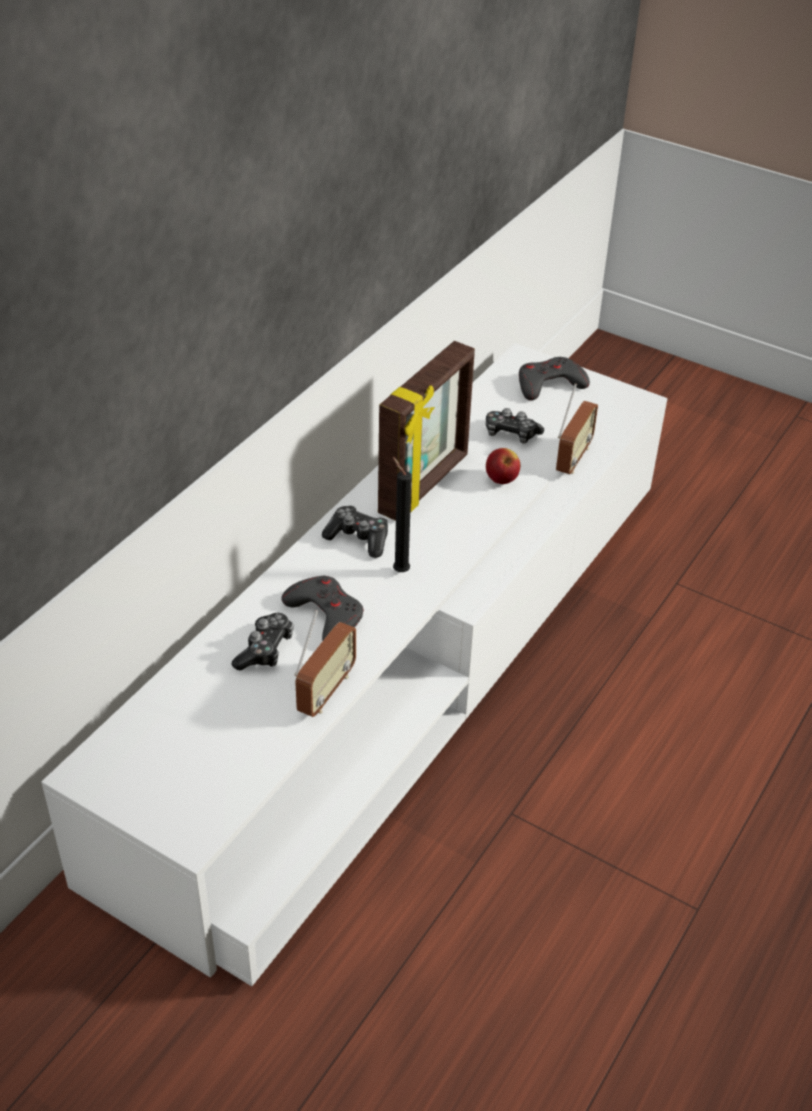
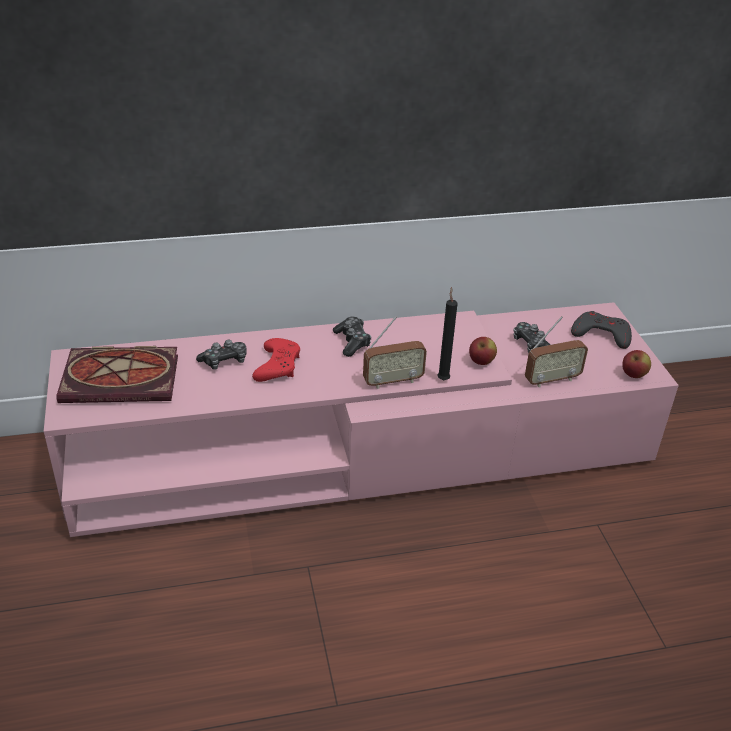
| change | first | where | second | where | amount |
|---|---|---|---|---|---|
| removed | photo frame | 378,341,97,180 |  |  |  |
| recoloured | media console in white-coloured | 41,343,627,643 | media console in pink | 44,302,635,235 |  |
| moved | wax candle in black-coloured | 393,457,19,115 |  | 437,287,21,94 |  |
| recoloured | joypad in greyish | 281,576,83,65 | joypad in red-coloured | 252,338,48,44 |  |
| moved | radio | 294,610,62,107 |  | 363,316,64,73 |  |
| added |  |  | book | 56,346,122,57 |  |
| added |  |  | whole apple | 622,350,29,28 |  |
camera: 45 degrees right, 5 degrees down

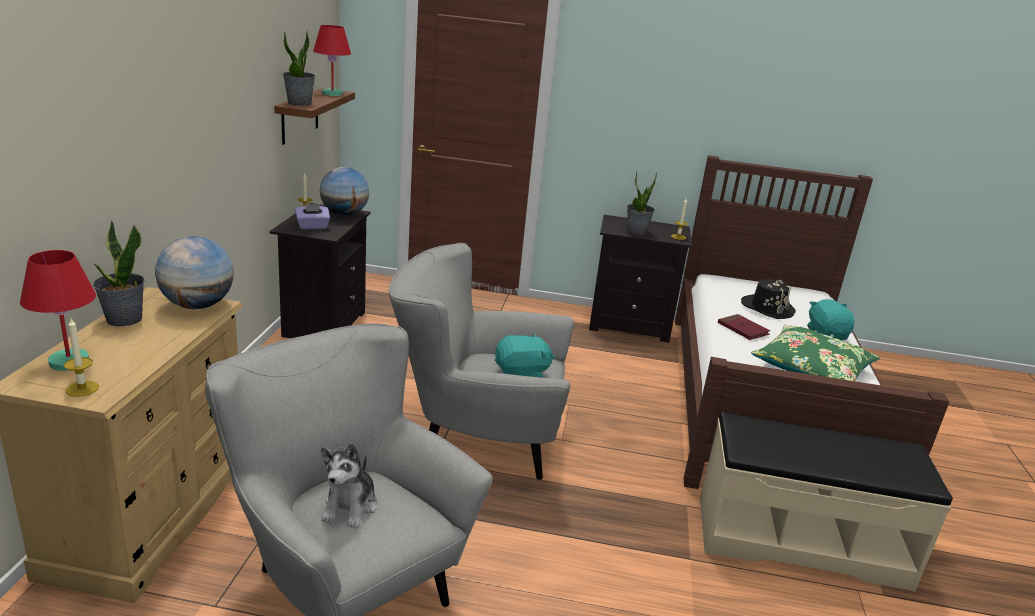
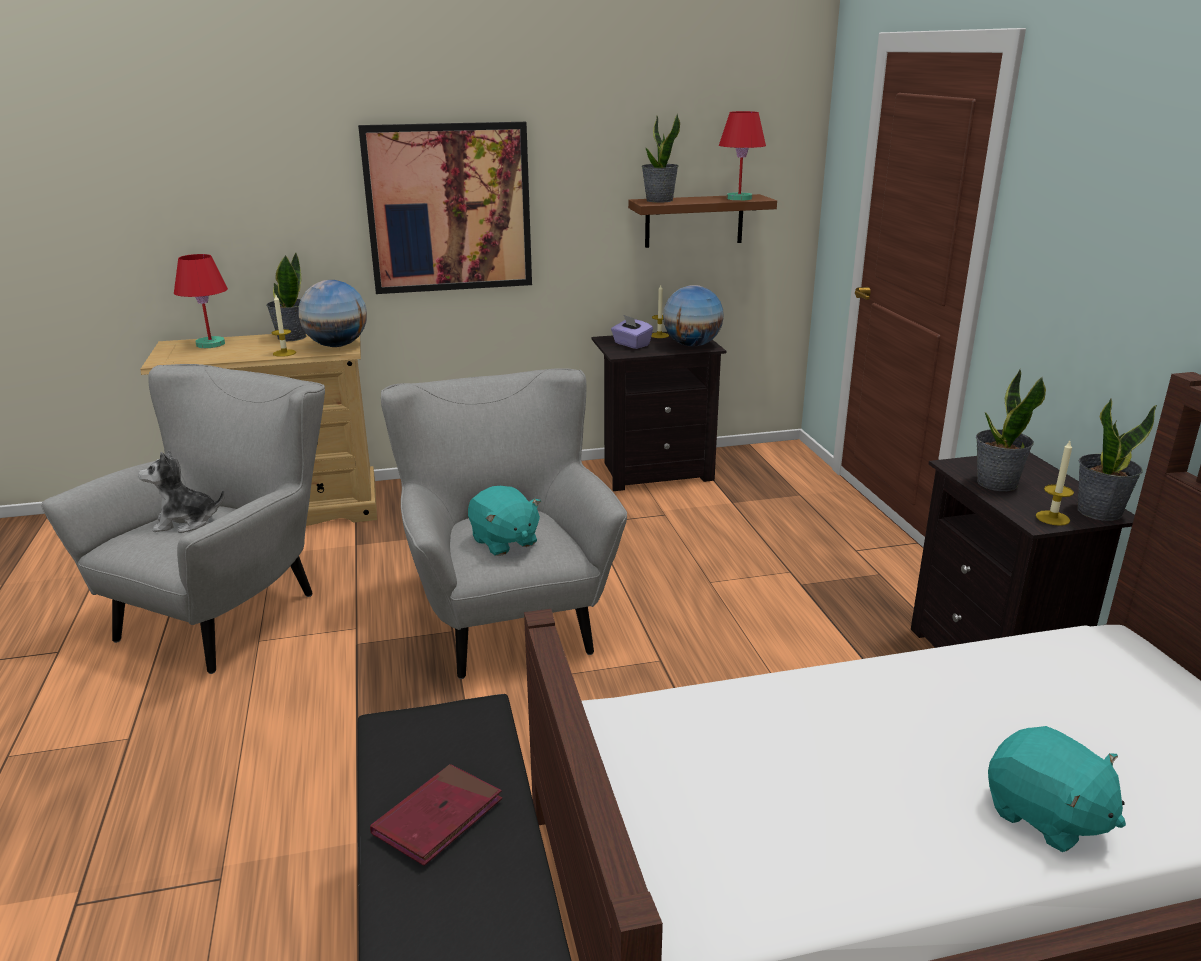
| change | first | where | second | where | amount |
|---|---|---|---|---|---|
| removed | hat in black-coloured | 741,279,55,40 |  |  |  |
| turned | soft toy in turquoise | 807,299,47,41 |  | 988,726,138,126 | 75 degrees clockwise |
| moved | book in red-coloured | 718,314,52,26 |  | 370,764,132,102 |  |
| moved | wax candle | 64,318,35,79 |  | 271,295,25,62 |  |
| removed | pillow in green-coloured | 751,325,129,56 |  |  |  |
| added |  |  | wall picture | 358,122,174,172 |  |
| added |  |  | houseplant | 1077,398,80,123 |  |
camera: 70 degrees right, 0 degrees up

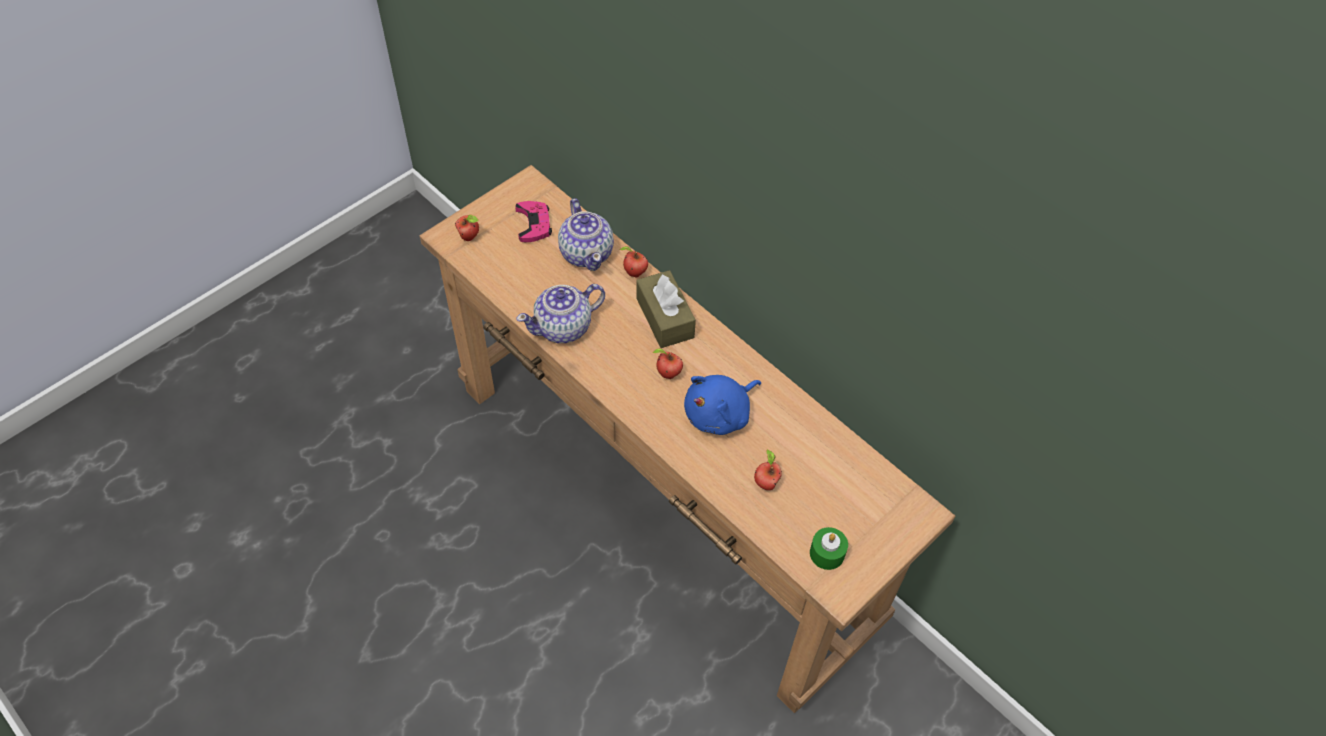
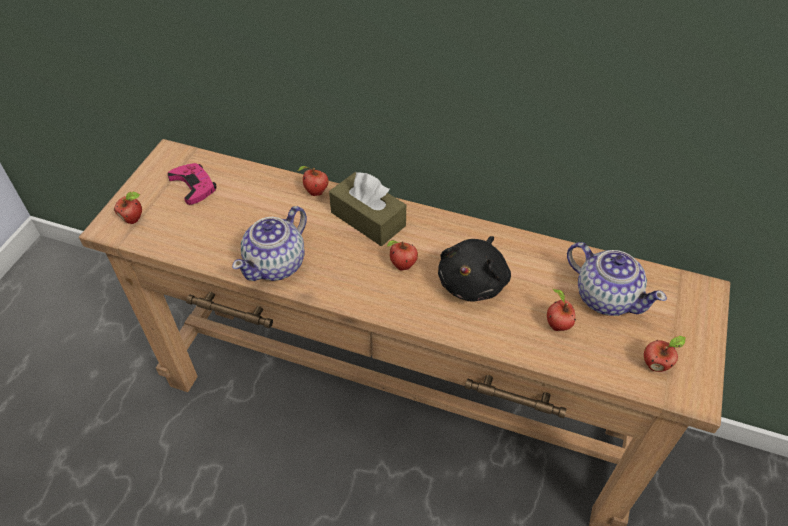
| change | first | where | second | where | amount |
|---|---|---|---|---|---|
| moved | teapot | 558,198,56,73 |  | 567,242,100,74 |  |
| recoloured | soft toy in blue | 684,375,77,60 | soft toy in black-coloured | 438,236,73,66 |  |
| replaced | wax candle in green-coloured | 810,527,38,43 | whole apple | 644,336,42,36 |  |
camera: 25 degrees left, 5 degrees down

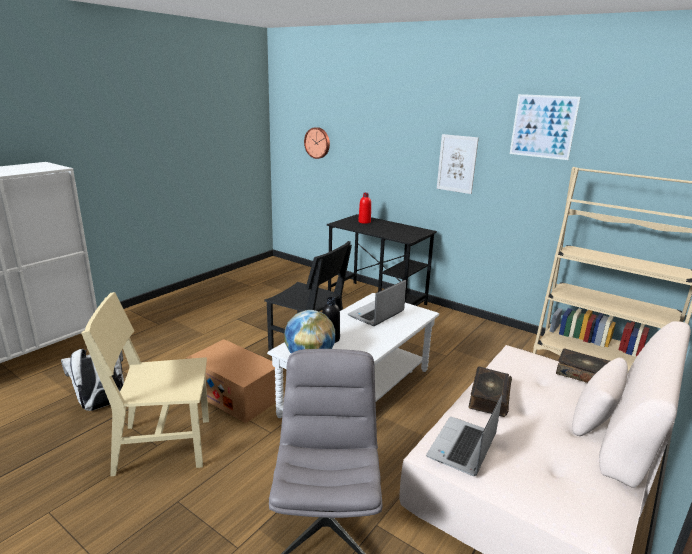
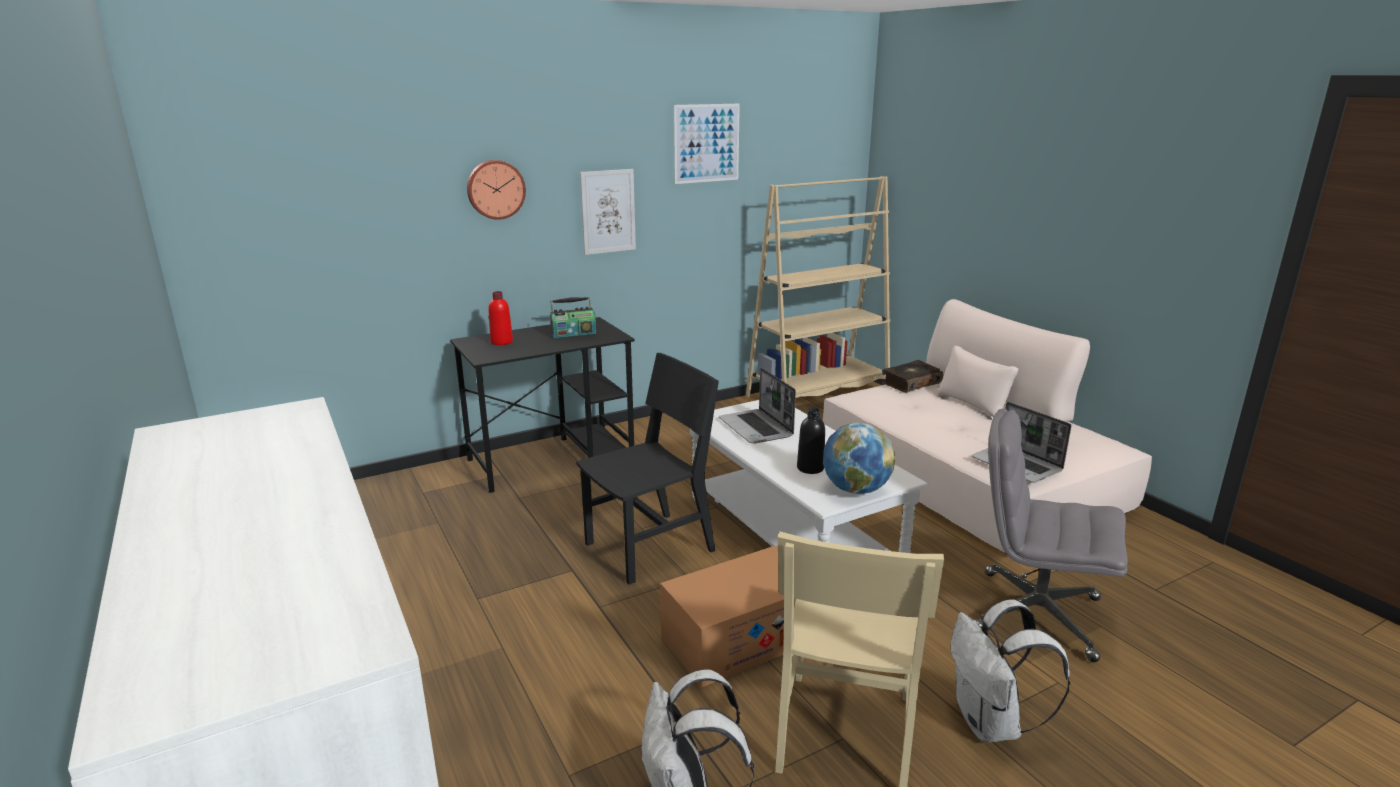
| change | first | where | second | where | amount |
|---|---|---|---|---|---|
| moved | clock on the wall | 304,127,26,32 |  | 467,160,59,60 |  |
| removed | book | 469,366,43,51 |  |  |  |
| added |  |  | radio | 550,297,46,41 |  |
| added |  |  | knapsack in white-coloured | 951,599,119,143 |  |
camera: 65 degrees left, 0 degrees up

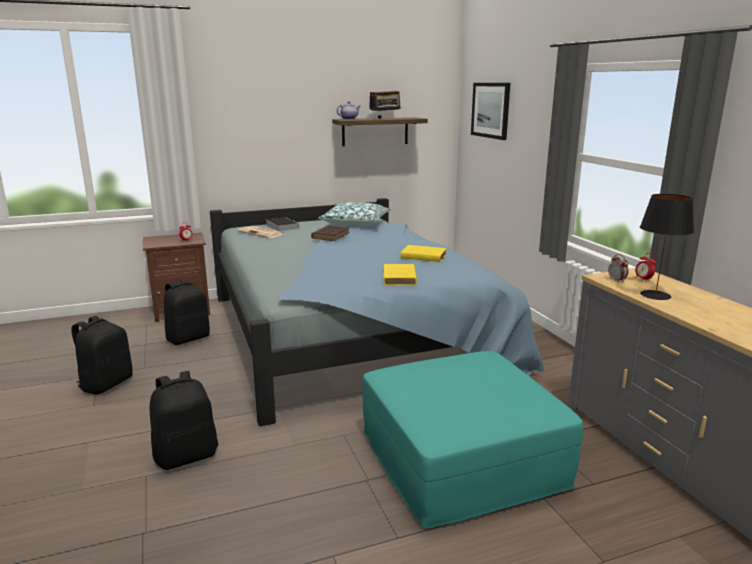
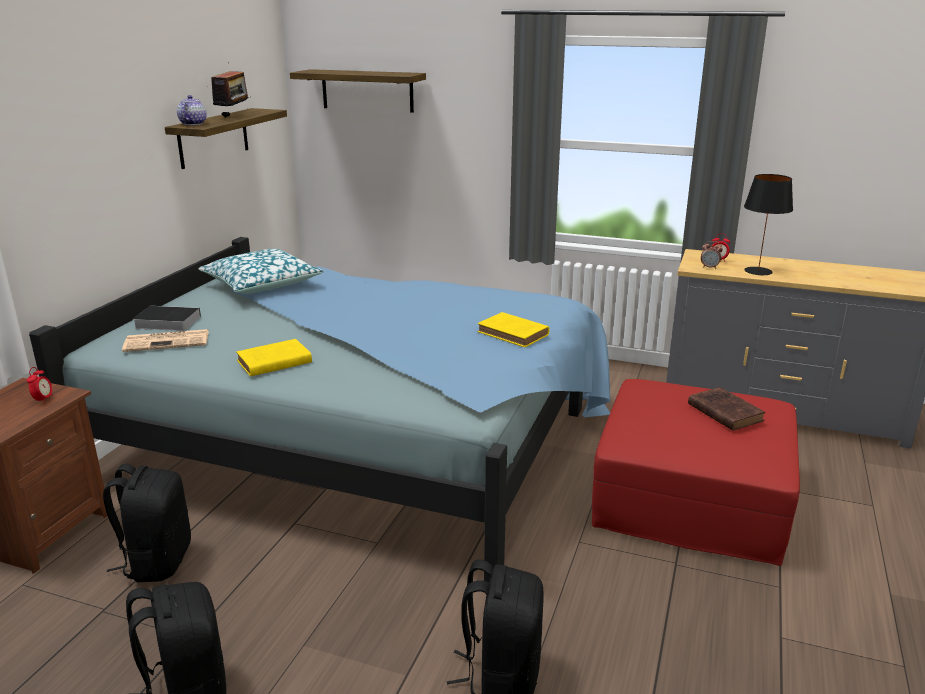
| change | first | where | second | where | amount |
|---|---|---|---|---|---|
| replaced | wall picture | 471,83,39,57 | bracket shelf | 290,69,136,44 |  |
| moved | book in brownish | 311,225,39,16 |  | 688,387,78,44 |  |
| moved | book in yellowish | 401,245,46,17 |  | 236,339,76,38 |  |
| recoloured | footrest in turquoise | 362,351,222,178 | footrest in red-coloured | 592,379,208,187 |  |
camera: 50 degrees left, 5 degrees up

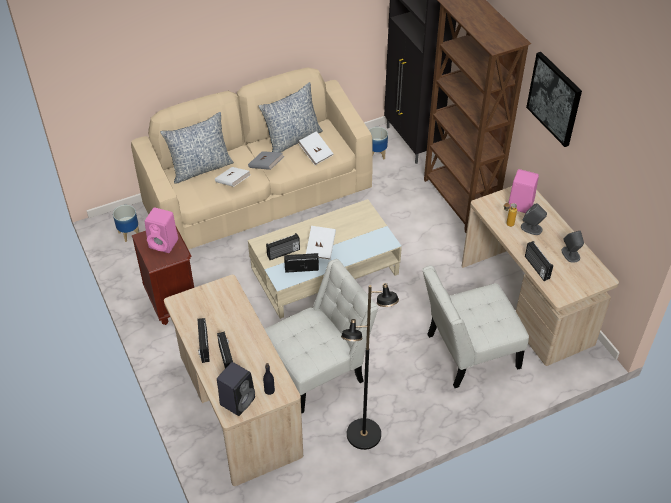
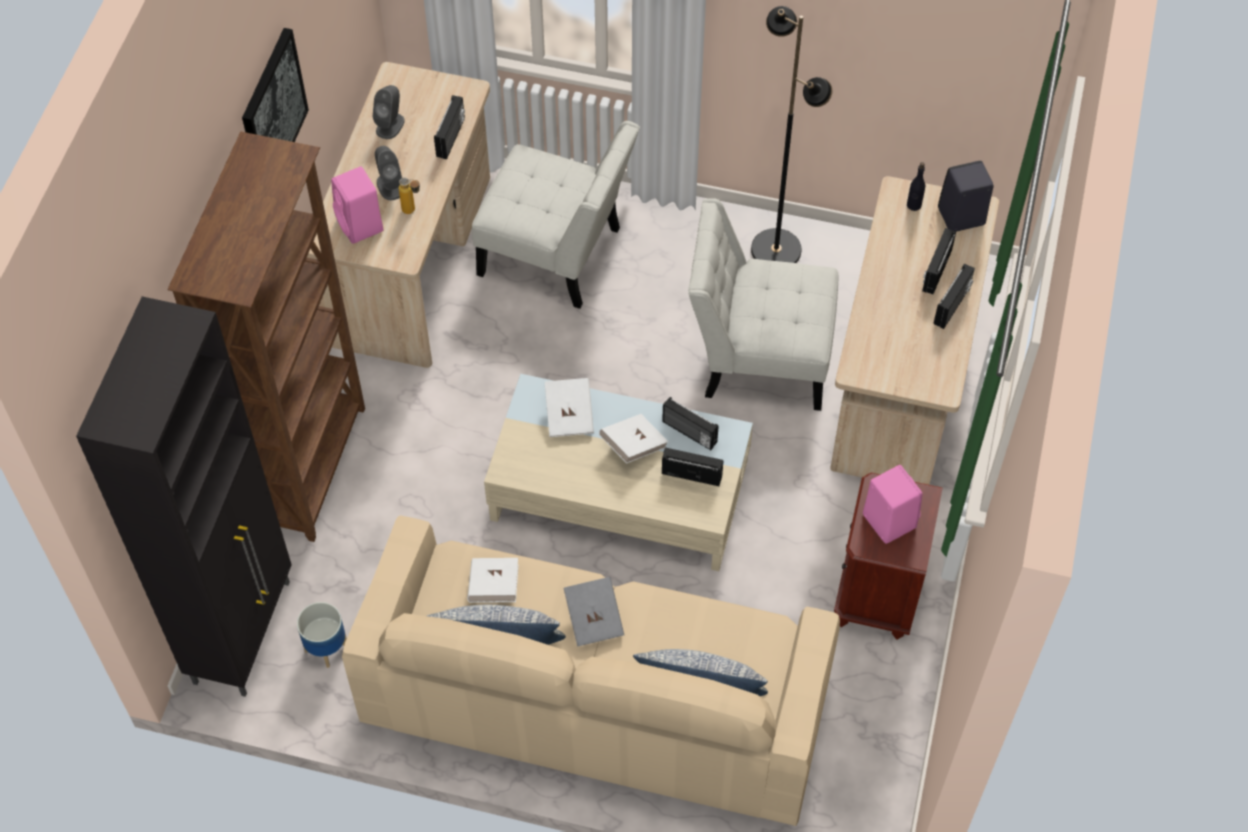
| change | first | where | second | where | amount |
|---|---|---|---|---|---|
| moved | book in white-coloured | 215,167,35,20 |  | 545,378,49,59 |  |
| removed | planter | 113,205,27,37 |  |  |  |
camera: 140 degrees left, 10 degrees up

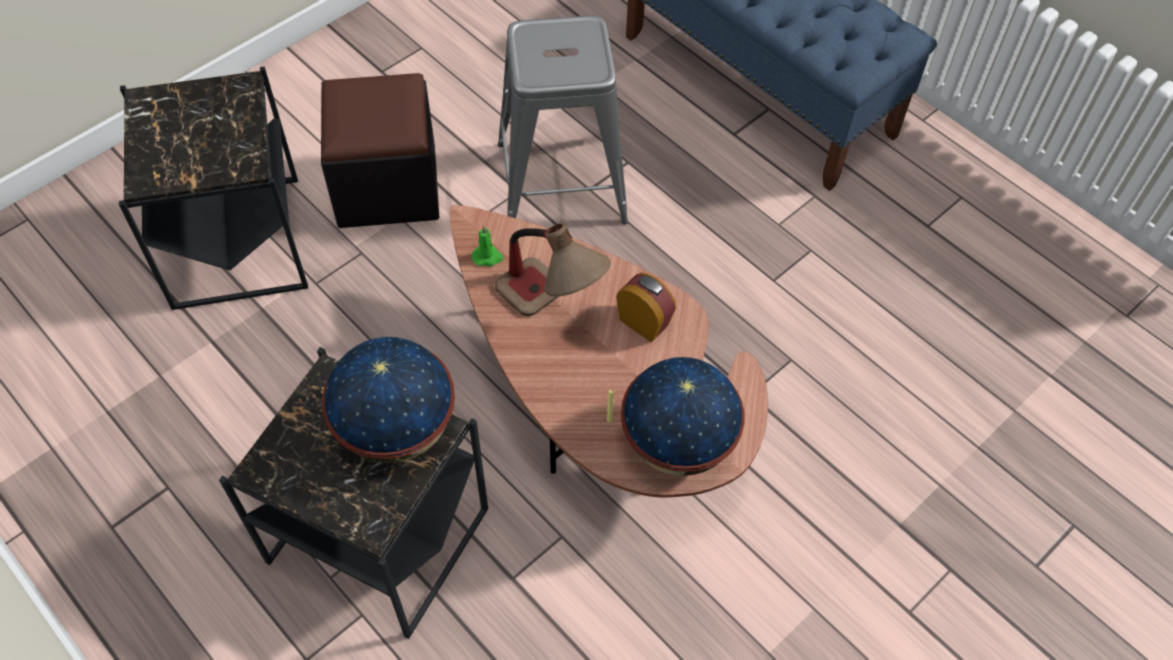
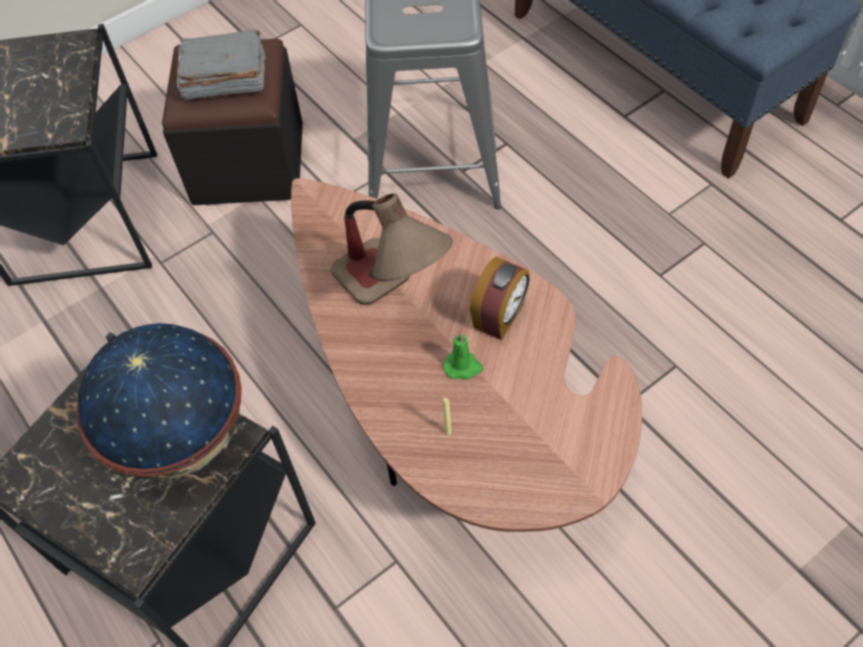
| change | first | where | second | where | amount |
|---|---|---|---|---|---|
| moved | wax candle in green-coloured | 472,226,32,40 |  | 444,333,39,47 |  |
| turned | table clock | 616,273,60,70 |  | 470,257,60,83 | 75 degrees clockwise |
| removed | globe | 621,357,124,119 |  |  |  |
| added |  |  | book in greyish | 177,30,88,70 |  |
camera: 10 degrees right, 0 degrees up

